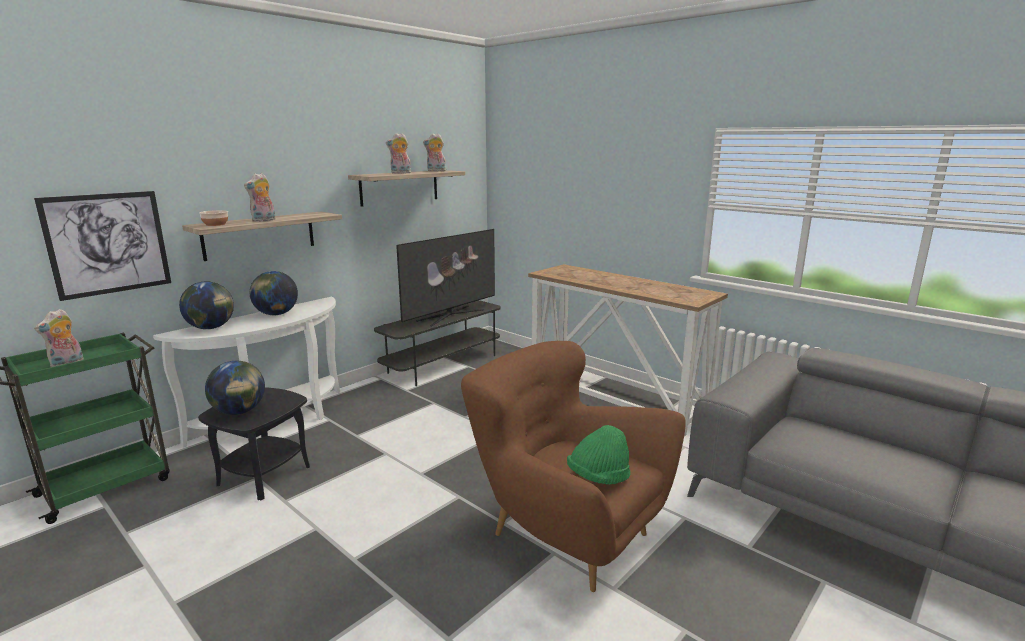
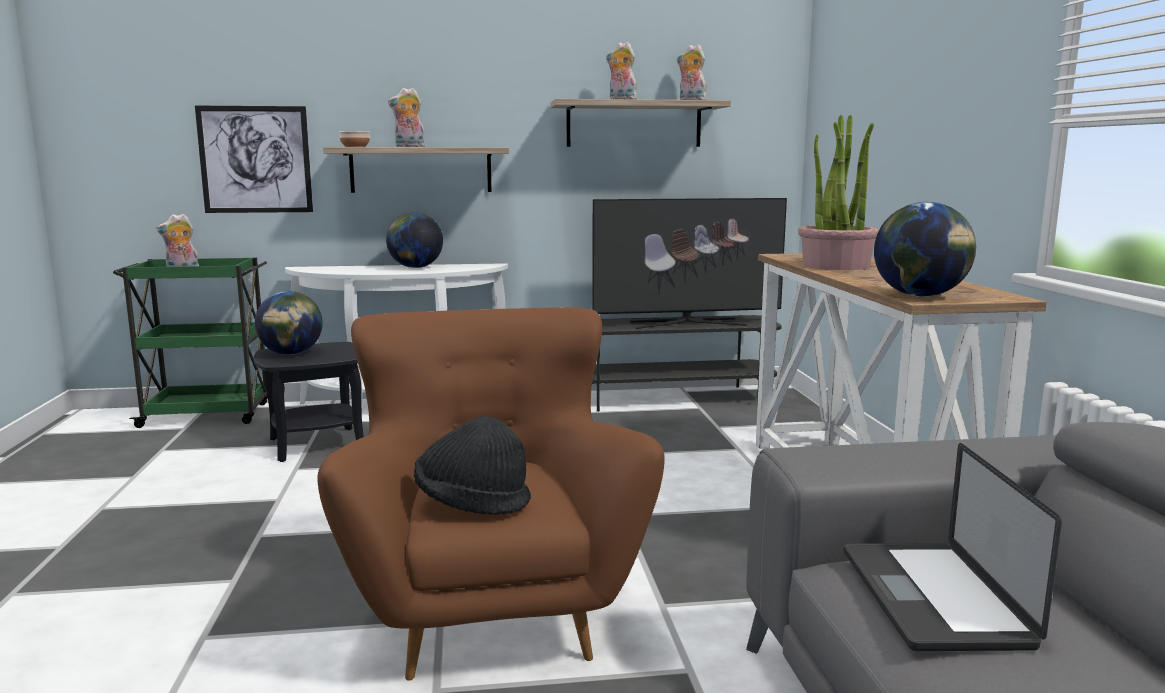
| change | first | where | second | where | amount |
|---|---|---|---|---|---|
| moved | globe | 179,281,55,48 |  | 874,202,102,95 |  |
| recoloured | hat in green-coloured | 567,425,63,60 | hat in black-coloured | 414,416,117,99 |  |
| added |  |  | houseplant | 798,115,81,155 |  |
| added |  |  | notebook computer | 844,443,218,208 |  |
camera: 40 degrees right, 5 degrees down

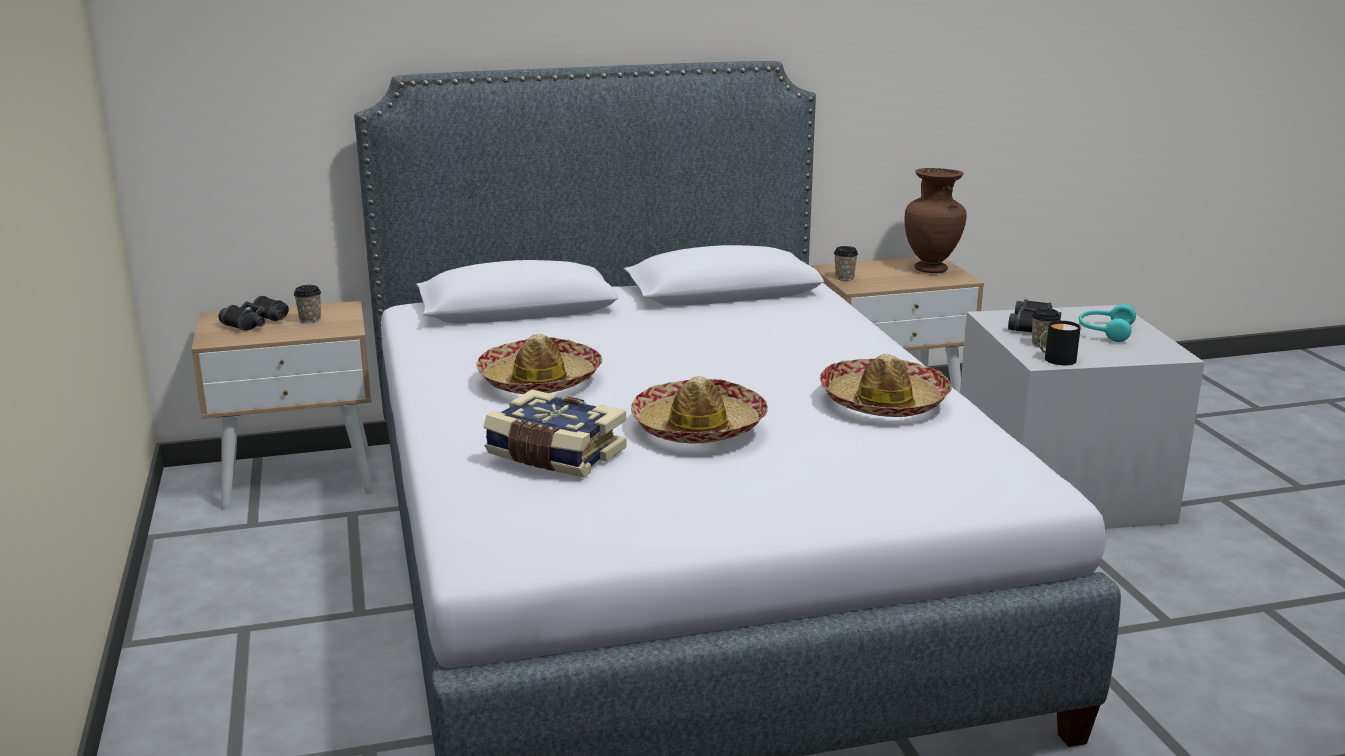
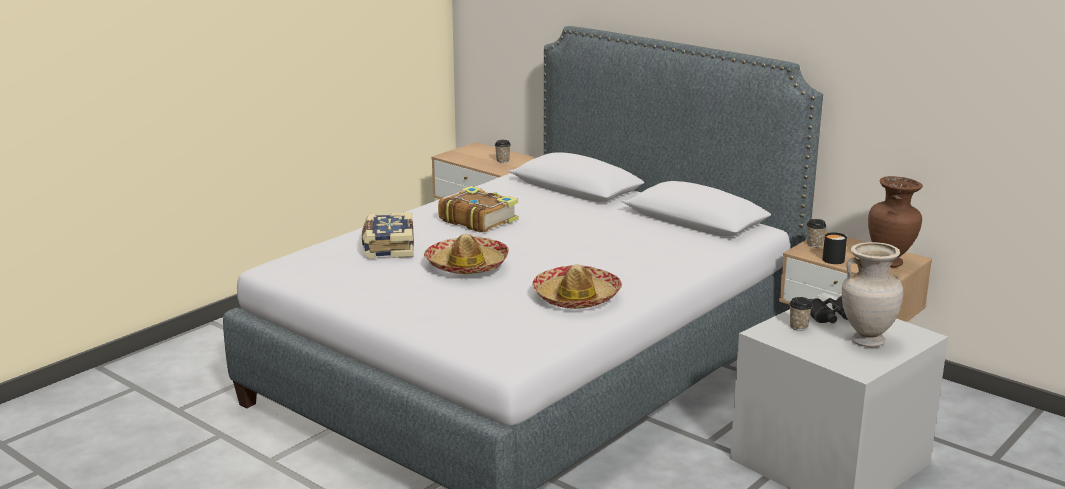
| change | first | where | second | where | amount |
|---|---|---|---|---|---|
| removed | binoculars in black-coloured | 218,296,71,35 |  |  |  |
| replaced | headphones in turquoise | 1079,304,57,38 | vase in beige-coloured | 842,242,62,105 |  |
| moved | mug in black-coloured | 1039,321,42,44 |  | 822,232,25,32 |  |
| replaced | hat | 476,334,126,60 | book | 438,186,80,47 |  |
camera: 55 degrees right, 0 degrees up

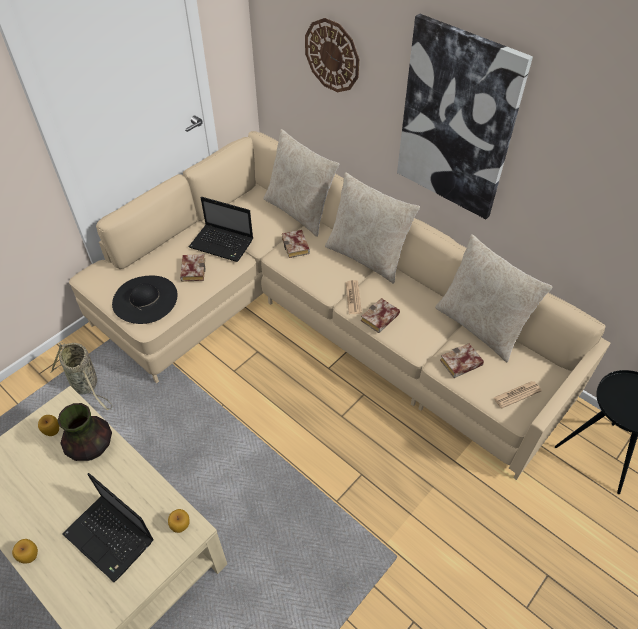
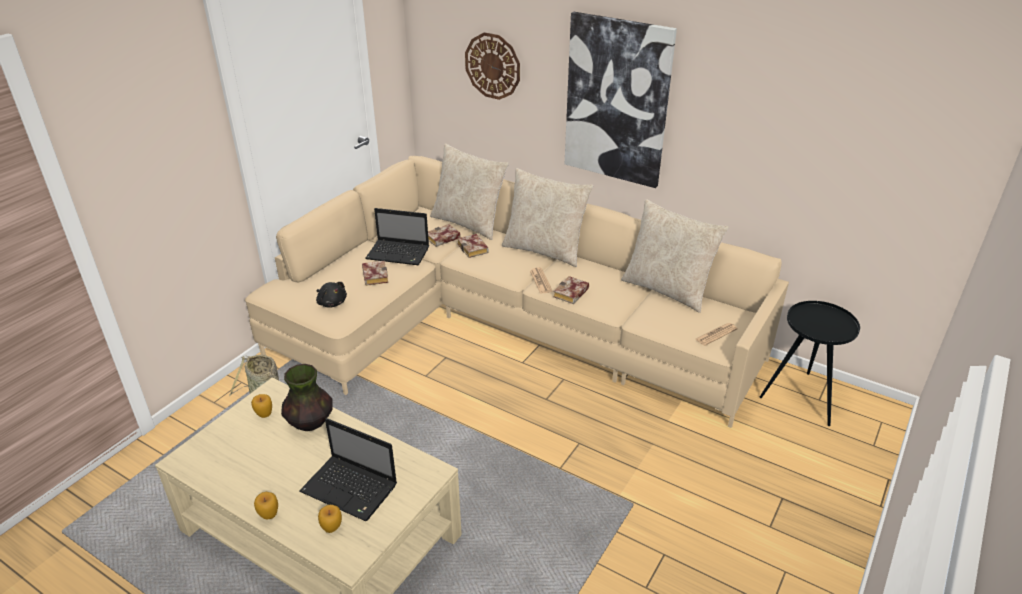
| change | first | where | second | where | amount |
|---|---|---|---|---|---|
| replaced | hat in black-coloured | 112,276,66,48 | soft toy in black-coloured | 316,282,31,26 |  |
| moved | book | 440,343,44,35 |  | 428,224,33,23 |  |
| moved | whole apple | 168,509,22,24 |  | 318,505,24,28 |  |
camera: 10 degrees left, 15 degrees down

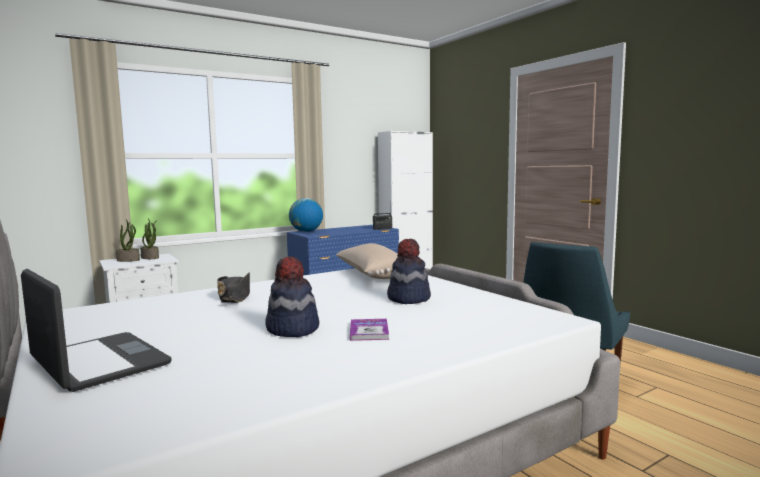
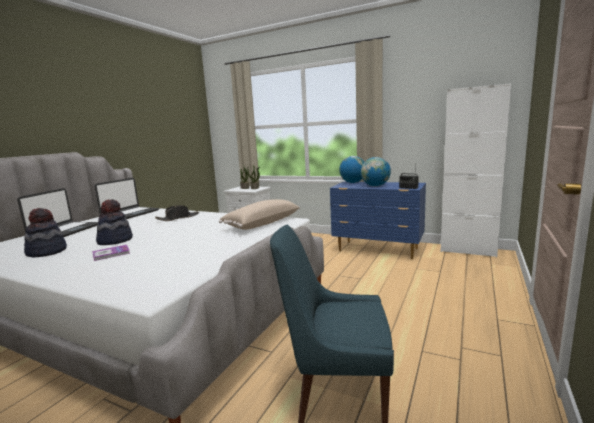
| change | first | where | second | where | amount |
|---|---|---|---|---|---|
| moved | hat | 387,239,44,65 |  | 24,208,43,49 |  |
| added |  |  | globe | 361,157,30,29 |  |
| added |  |  | notebook computer | 95,178,64,41 |  |
camera: 60 degrees right, 5 degrees up

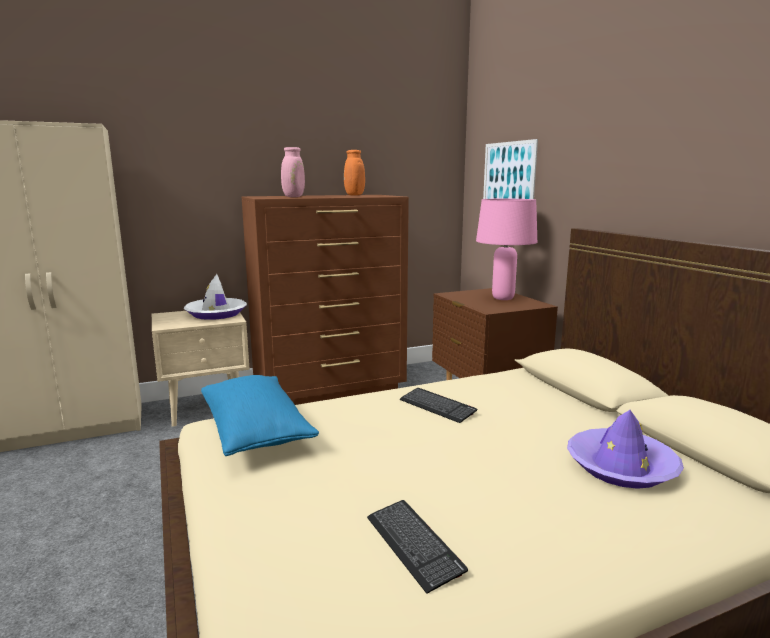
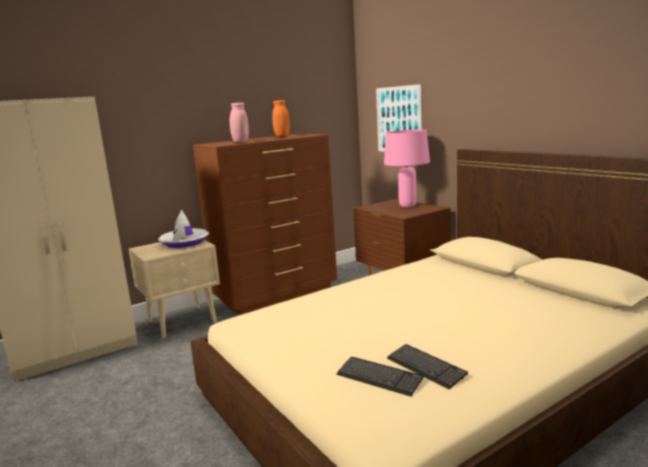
| change | first | where | second | where | amount |
|---|---|---|---|---|---|
| removed | pillow in blue | 201,375,118,81 |  |  |  |
| moved | keyboard | 400,388,77,35 |  | 337,357,87,39 |  |
| removed | hat in purplish | 567,410,117,79 |  |  |  |
camera: 10 degrees left, 0 degrees up

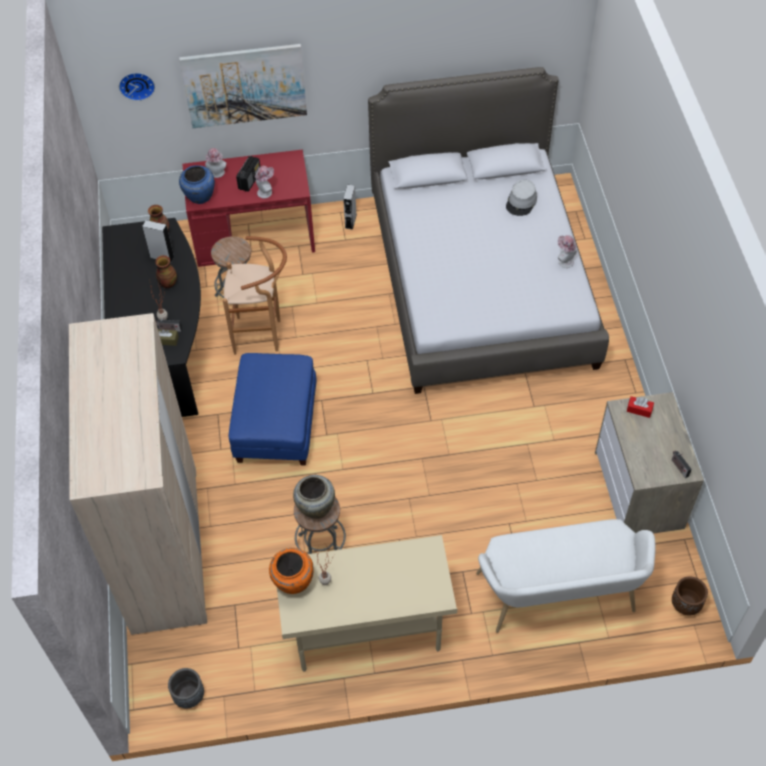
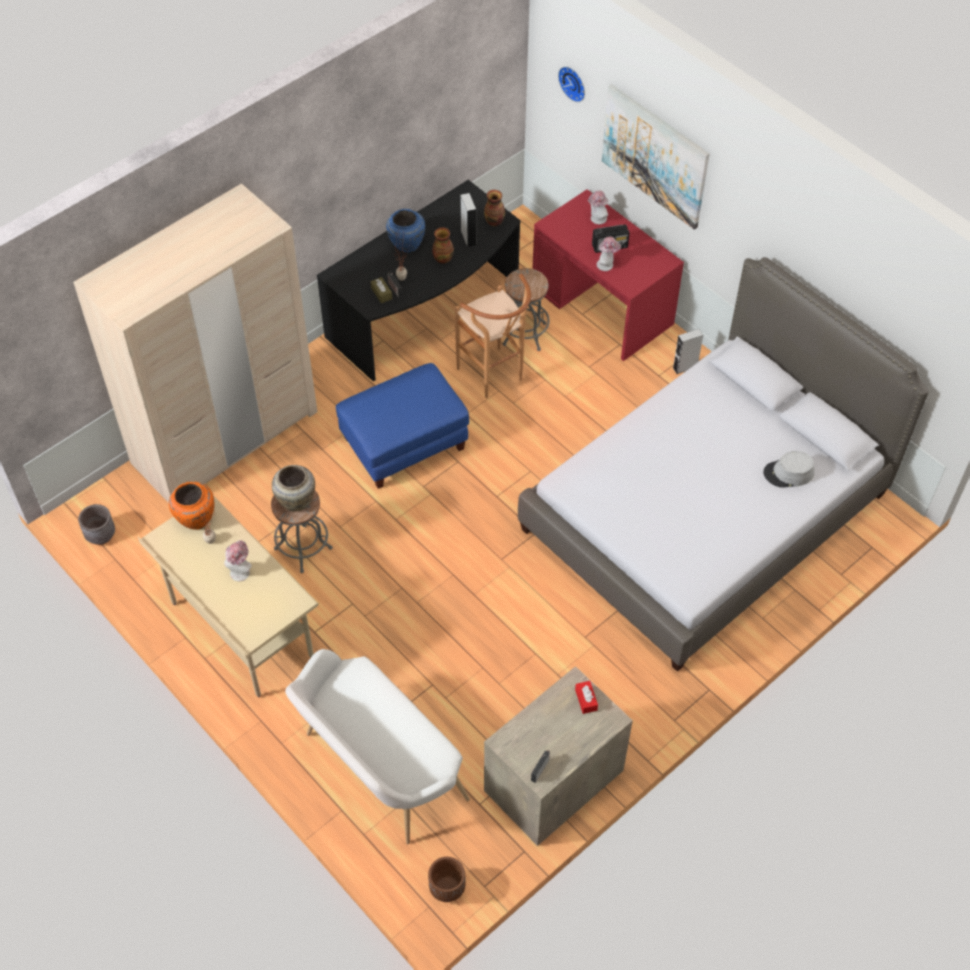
| change | first | where | second | where | amount |
|---|---|---|---|---|---|
| moved | vase in blue | 179,165,36,39 |  | 386,209,39,43 |  |
| moved | hat | 558,235,19,33 |  | 224,540,28,41 |  |
camera: 55 degrees right, 0 degrees up

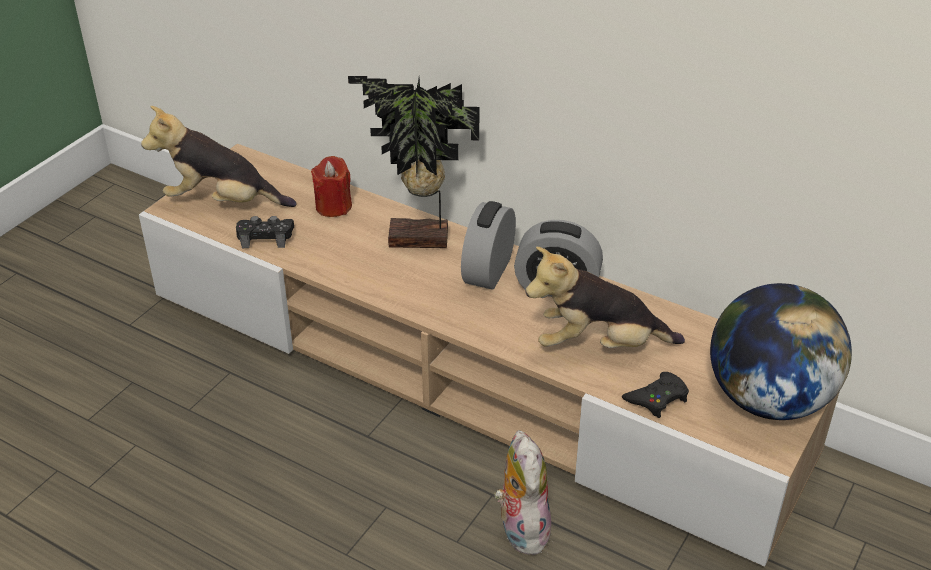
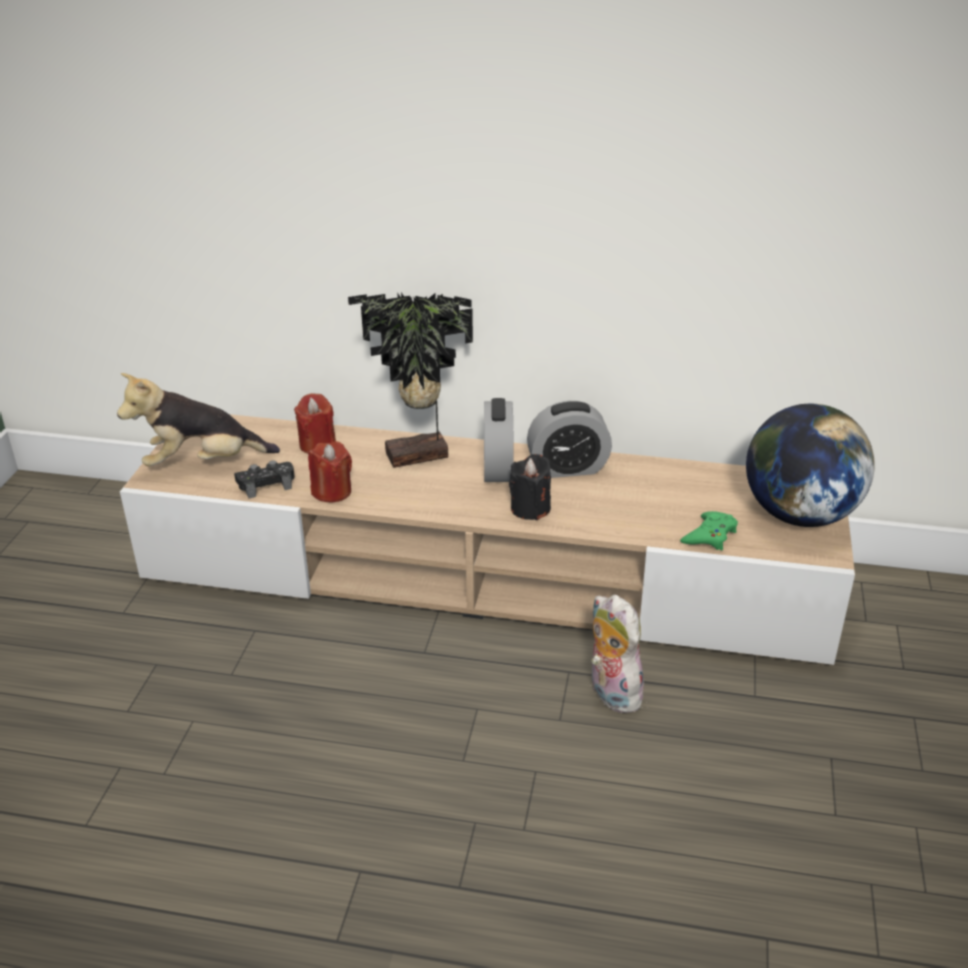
| change | first | where | second | where | amount |
|---|---|---|---|---|---|
| removed | soft toy | 526,247,159,101 |  |  |  |
| recoloured | joypad in black-coloured | 622,372,67,46 | joypad in green-coloured | 680,511,58,39 |  |
| added |  |  | wax candle in red-coloured | 308,441,44,62 |  |
| added |  |  | wax candle in black-coloured | 509,454,42,66 |  |
camera: 20 degrees left, 5 degrees down

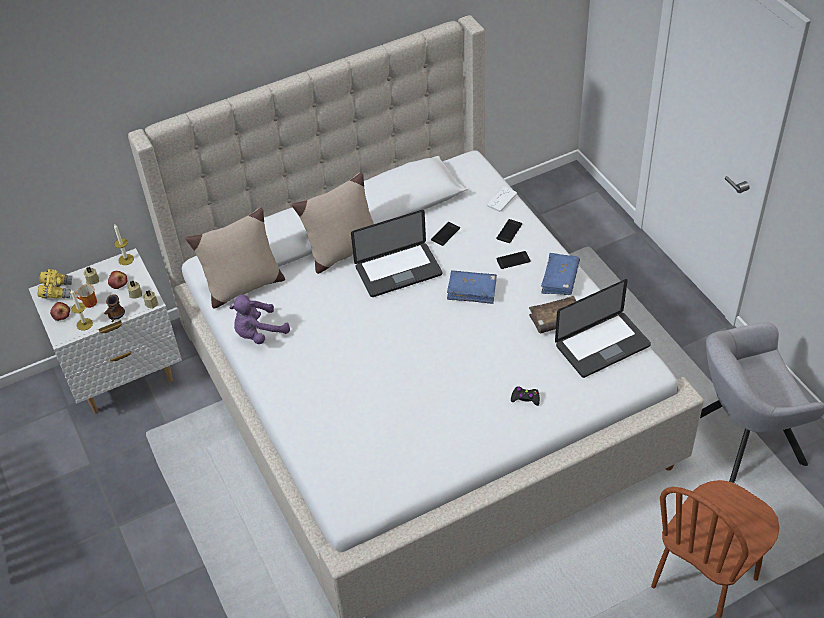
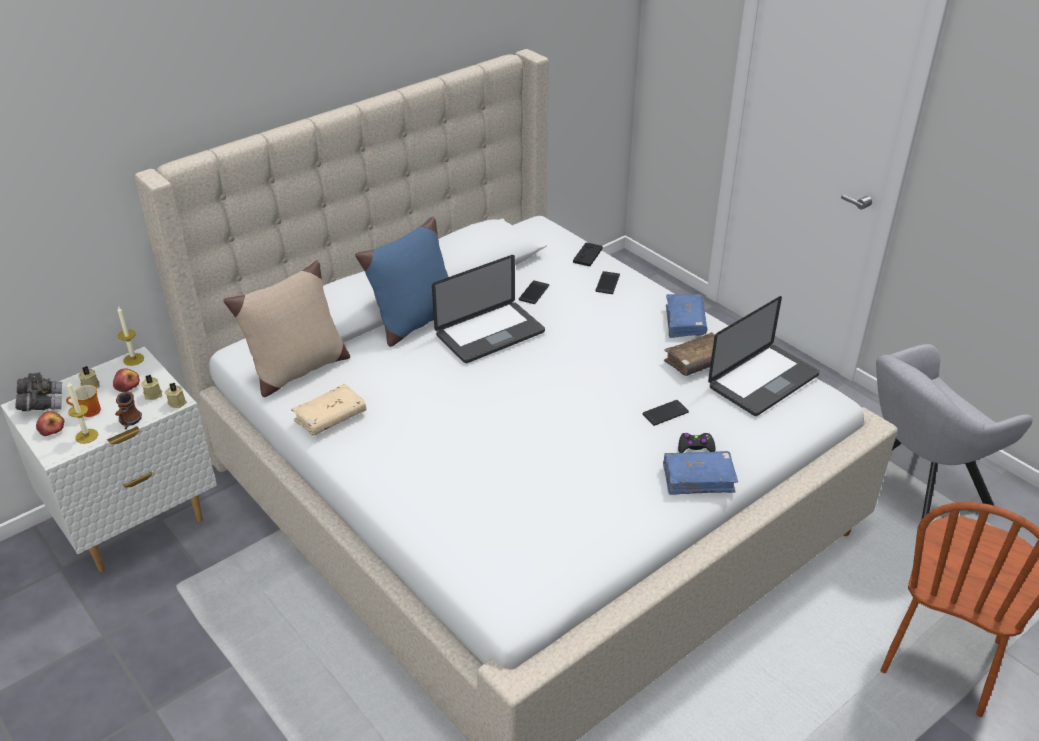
| change | first | where | second | where | amount |
|---|---|---|---|---|---|
| recoloured | pillow in beige-coloured | 292,172,82,102 | pillow in blue | 355,217,93,130 |  |
| recoloured | joypad in white-coloured | 487,187,30,25 | joypad in black-coloured | 573,243,30,23 |  |
| moved | phone | 496,251,35,18 |  | 643,400,46,26 |  |
| recoloured | binoculars in yellowish | 37,269,35,30 | binoculars in greyish | 15,373,47,38 |  |
| moved | book in blue | 447,270,50,34 |  | 663,451,75,44 |  |
| replaced | soft toy in purplish | 230,294,60,50 | book in beige-coloured | 291,383,75,53 |  |
camera: 15 degrees left, 10 degrees down

